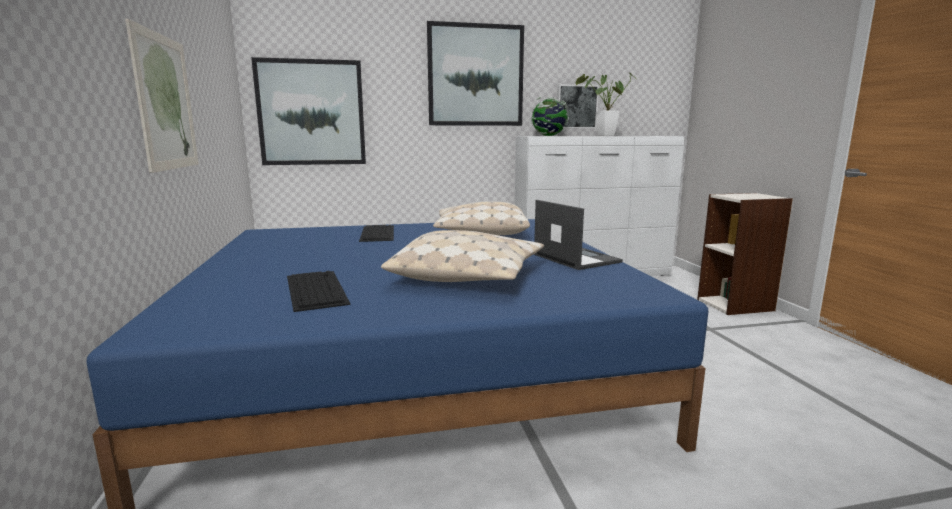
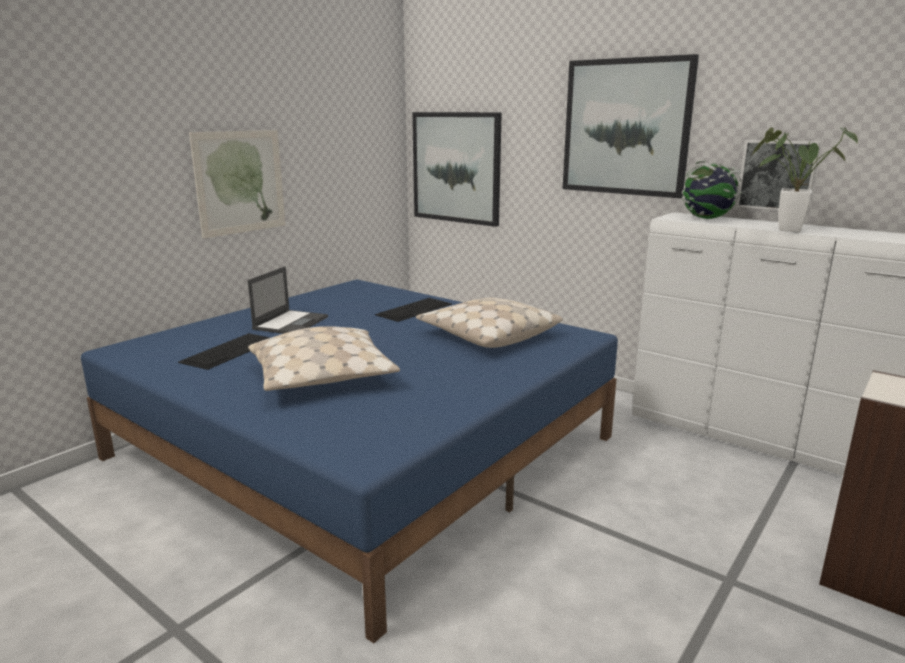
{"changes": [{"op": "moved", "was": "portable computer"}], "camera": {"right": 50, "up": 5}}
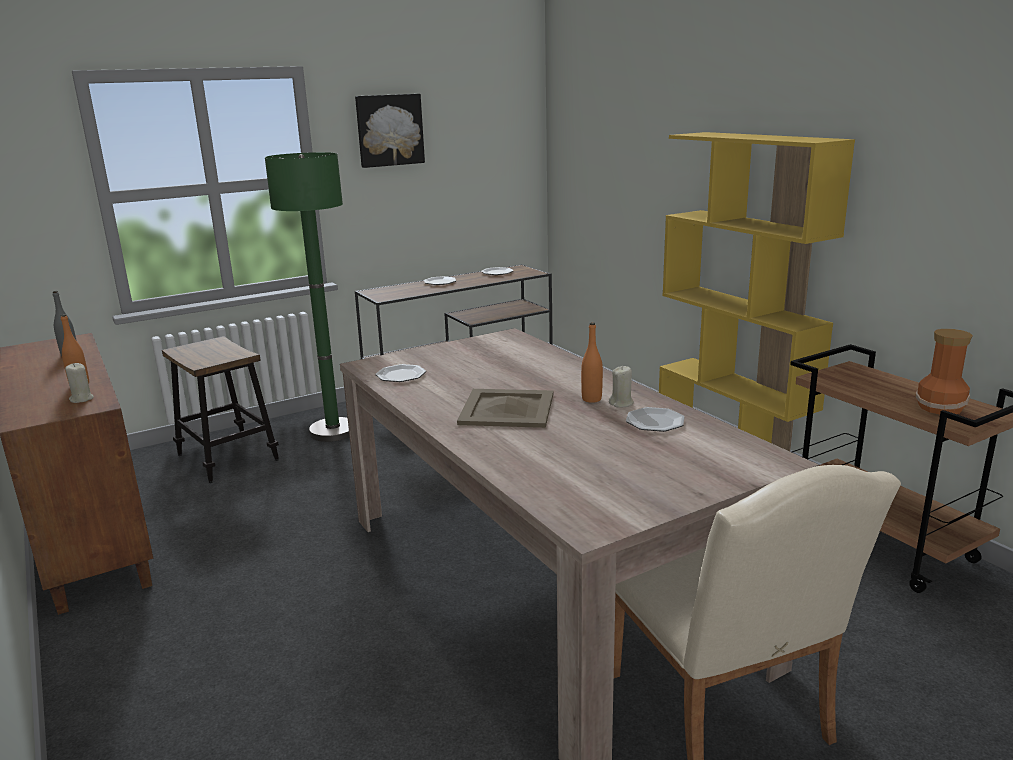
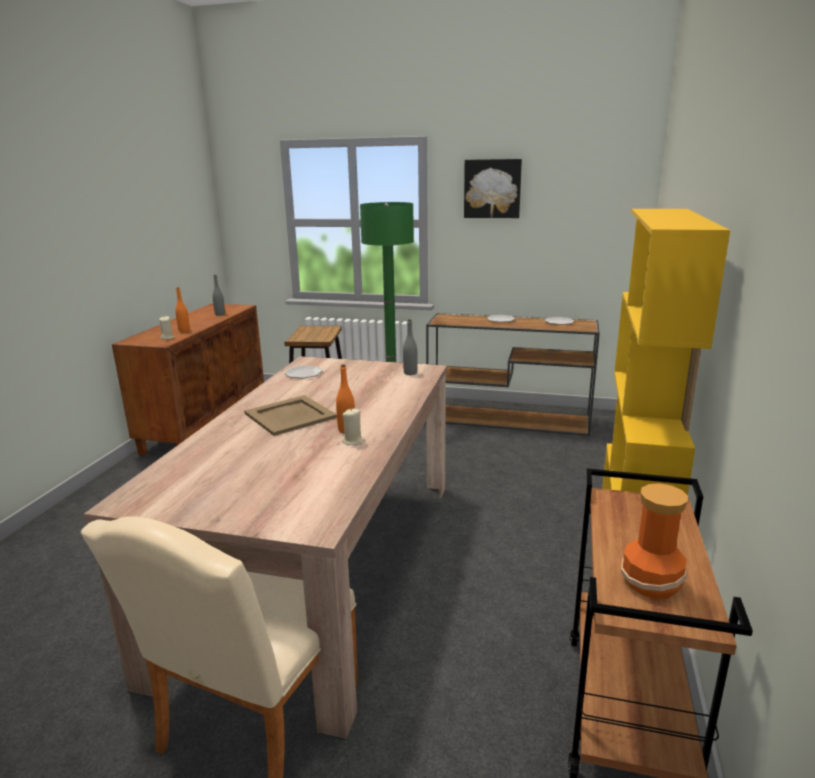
{"changes": [{"op": "removed", "was": "flat dish (4th from left)"}, {"op": "added", "now": "beverage bottle/greyish (2nd from left)"}], "camera": {"right": 45, "up": 0}}
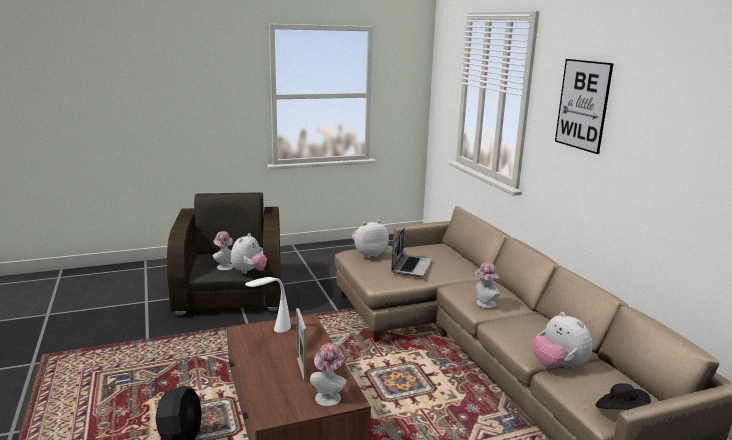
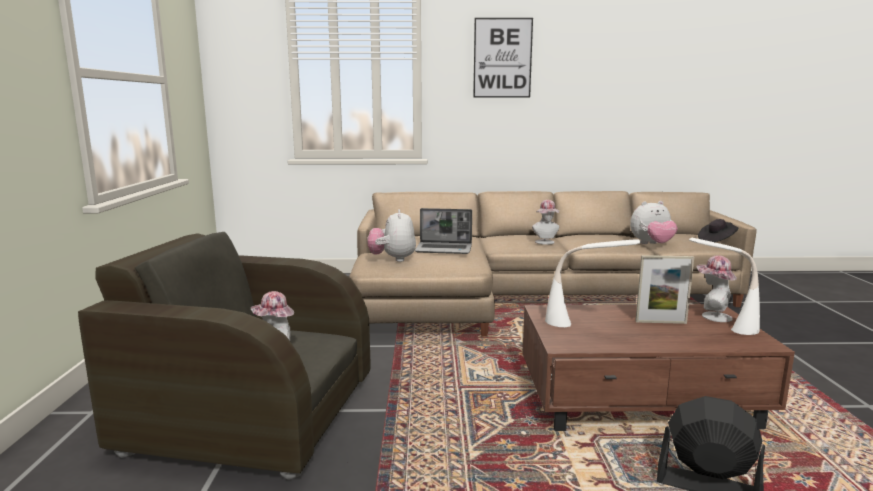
{"changes": [{"op": "turned", "was": "portable computer", "clockwise": 150}, {"op": "removed", "was": "plush toy (1st from left)"}, {"op": "added", "now": "table lamp/whitish (2nd from left)"}], "camera": {"right": -70, "up": -5}}
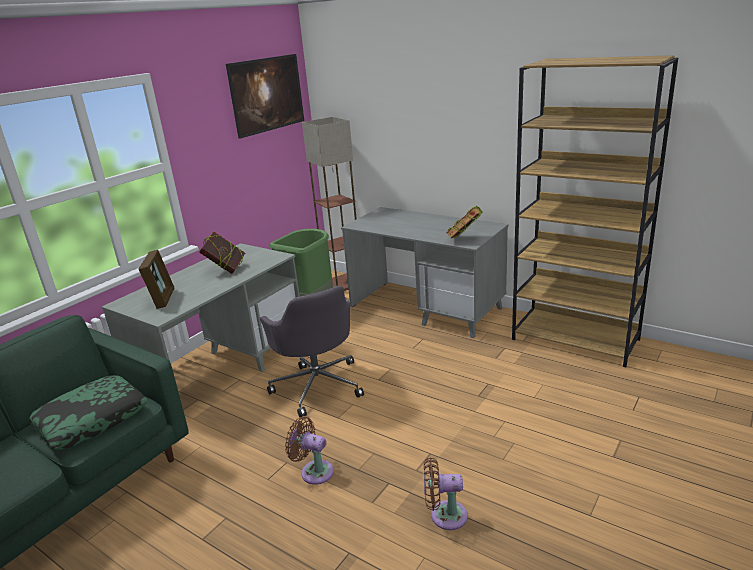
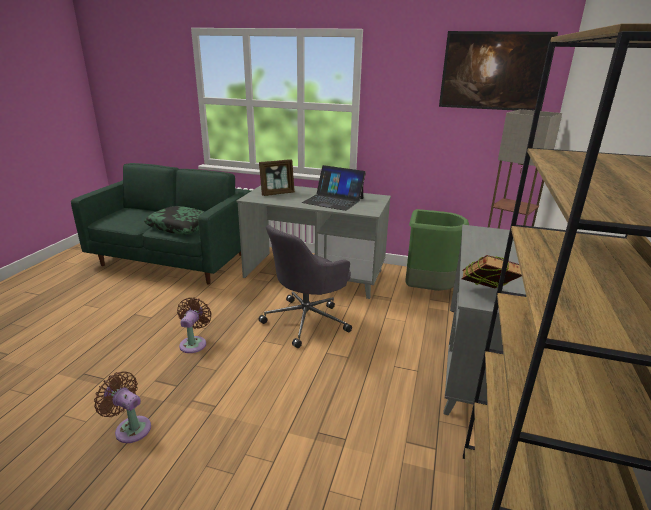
{"changes": [{"op": "replaced", "was": "volume (1st from left)", "now": "portable computer"}, {"op": "turned", "was": "cooling fan/brownish (2nd from left in the first image)", "clockwise": -45}], "camera": {"right": 70, "up": 0}}
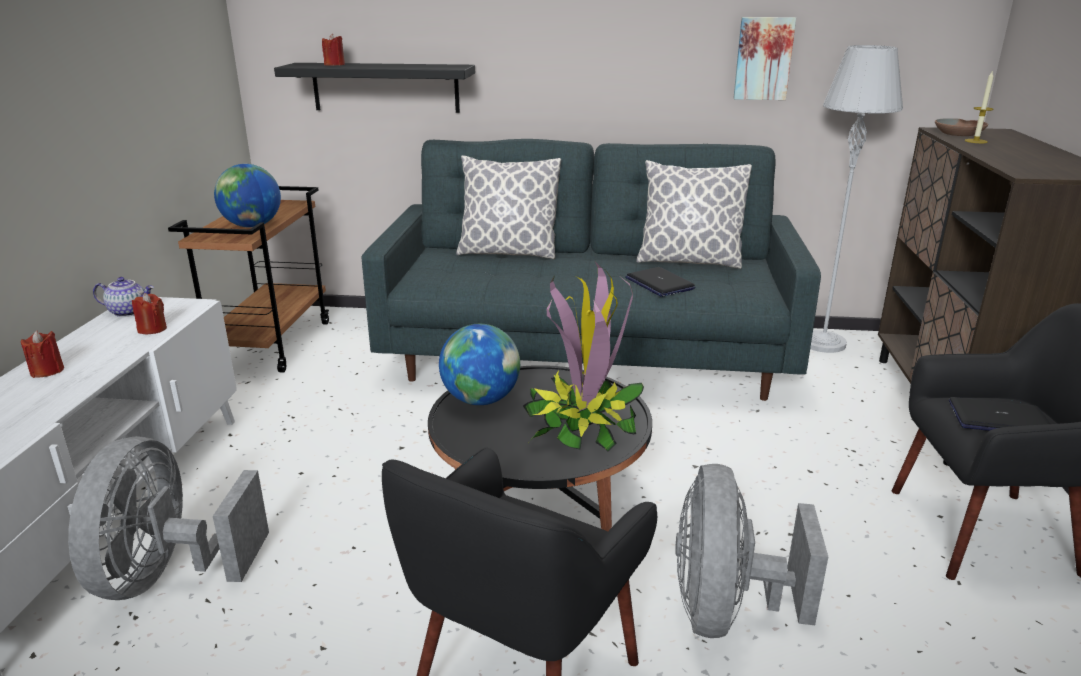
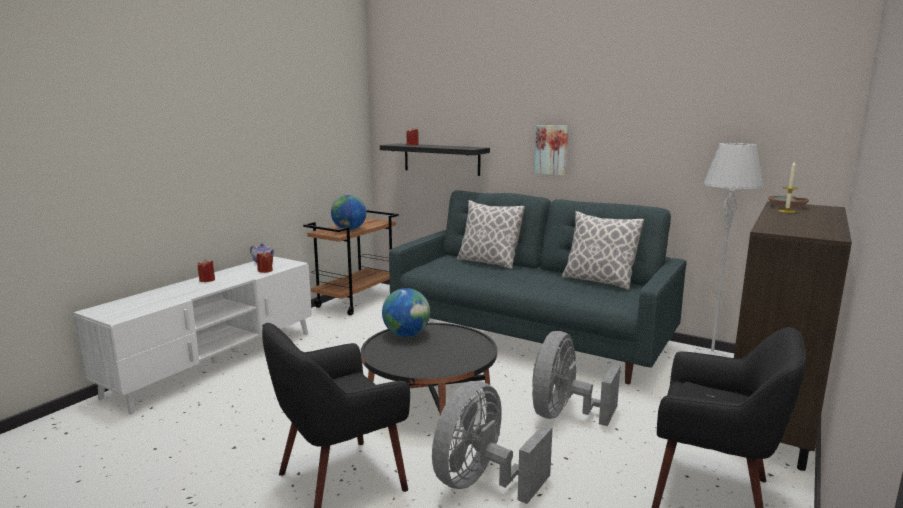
{"changes": [{"op": "moved", "was": "wall picture"}, {"op": "removed", "was": "plant in a pot"}, {"op": "removed", "was": "portable computer (1st from left)"}, {"op": "moved", "was": "cooling fan/greyish (1st from left in the first image)", "now": "cooling fan/greyish (2nd from left)"}], "camera": {"right": 25, "up": -10}}
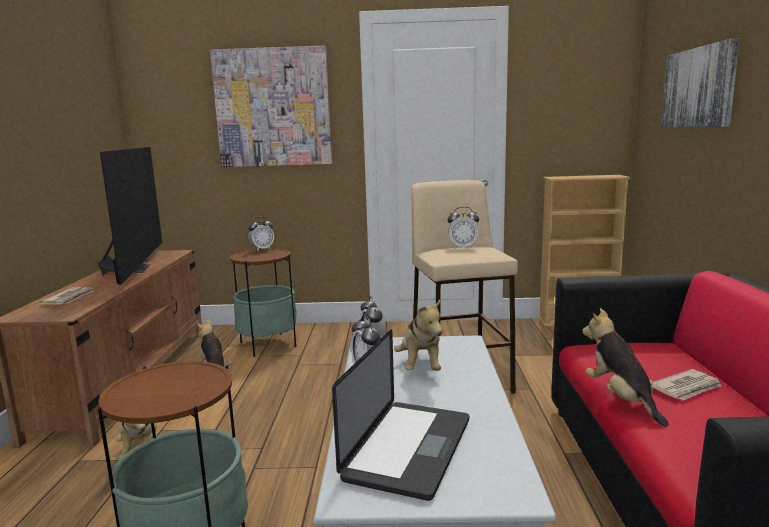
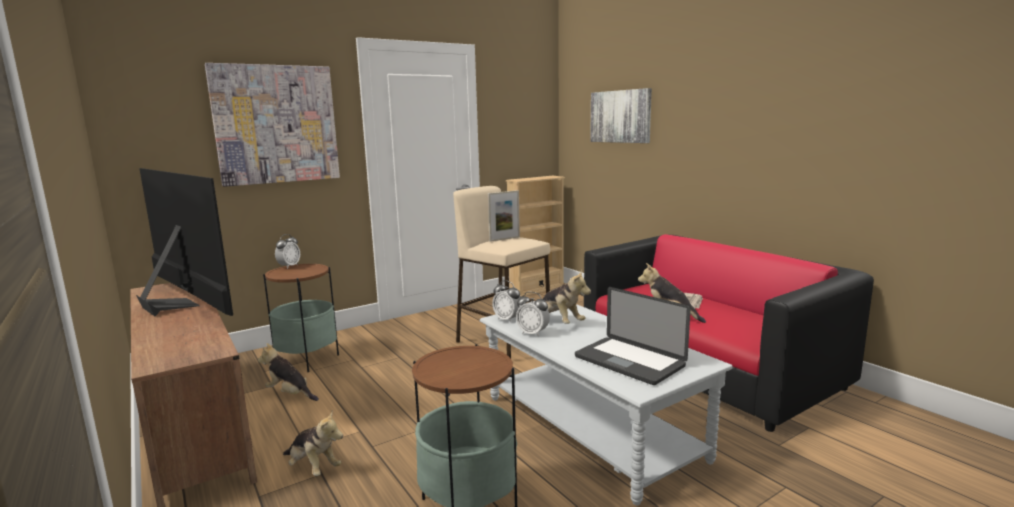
{"changes": [{"op": "replaced", "was": "table clock (4th from left)", "now": "picture frame"}, {"op": "removed", "was": "printed paper (1st from left)"}, {"op": "turned", "was": "portable computer", "clockwise": 150}], "camera": {"right": -35, "up": 0}}
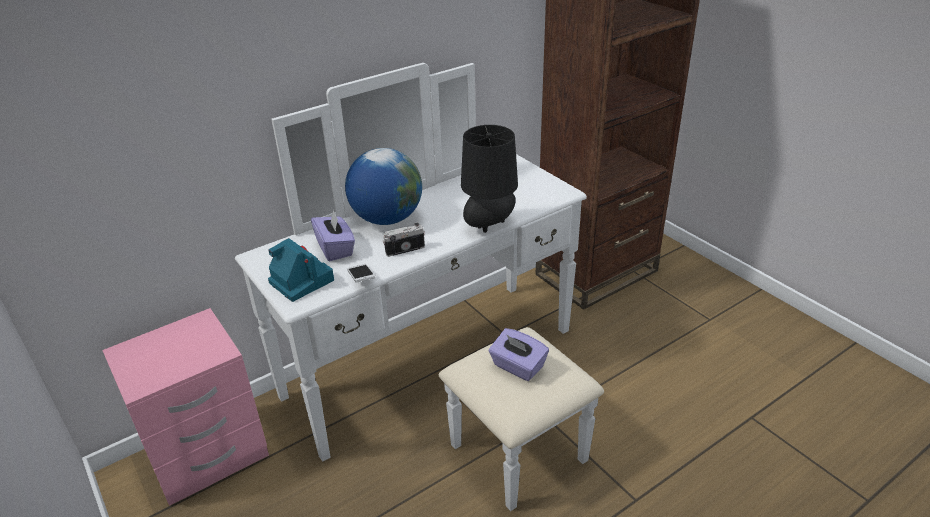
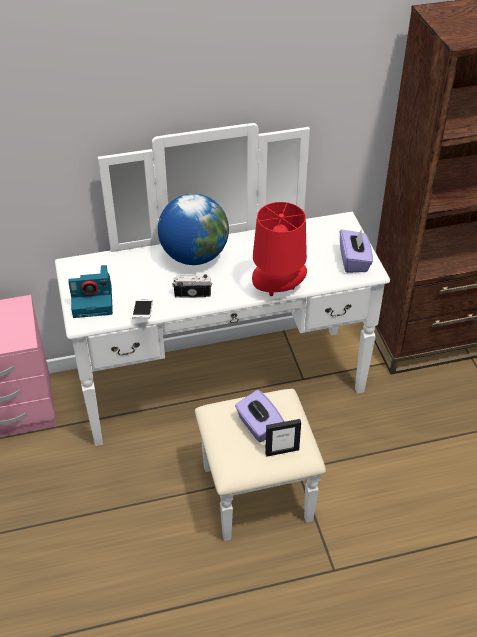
{"changes": [{"op": "recoloured", "was": "table lamp/blackish", "now": "table lamp/red"}, {"op": "moved", "was": "tissue box/purplish (1st from left in the first image)", "now": "tissue box/purplish (2nd from left)"}, {"op": "turned", "was": "photo camera (1st from left)", "clockwise": 105}, {"op": "added", "now": "picture frame"}], "camera": {"right": 20, "up": 10}}
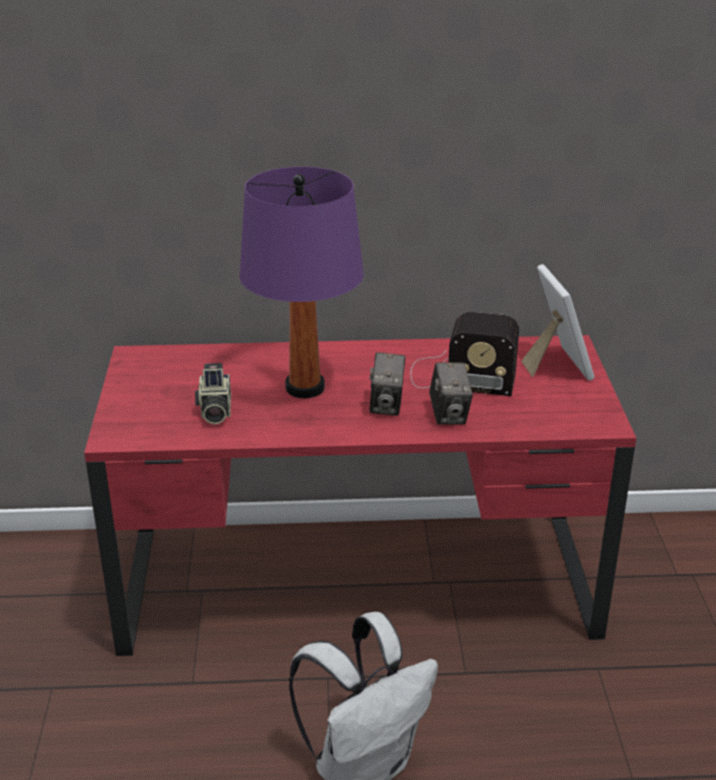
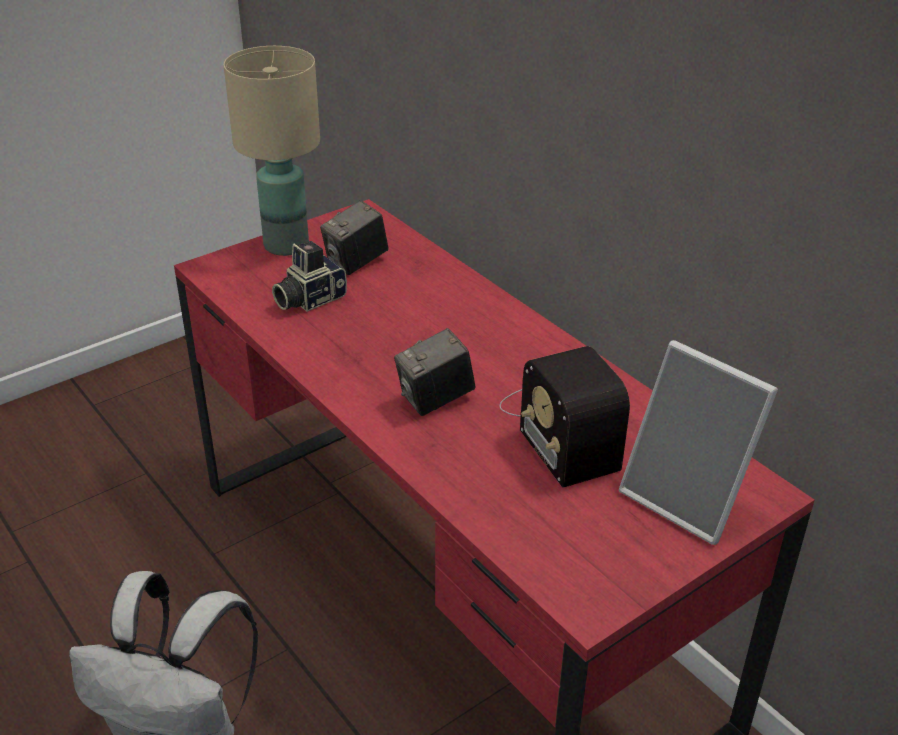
{"changes": [{"op": "removed", "was": "table lamp/purplish"}, {"op": "turned", "was": "picture frame", "clockwise": 90}, {"op": "moved", "was": "photo camera (3rd from left in the first image)", "now": "photo camera (2nd from left)"}, {"op": "added", "now": "table lamp/beige-coloured"}], "camera": {"right": 55, "up": 5}}
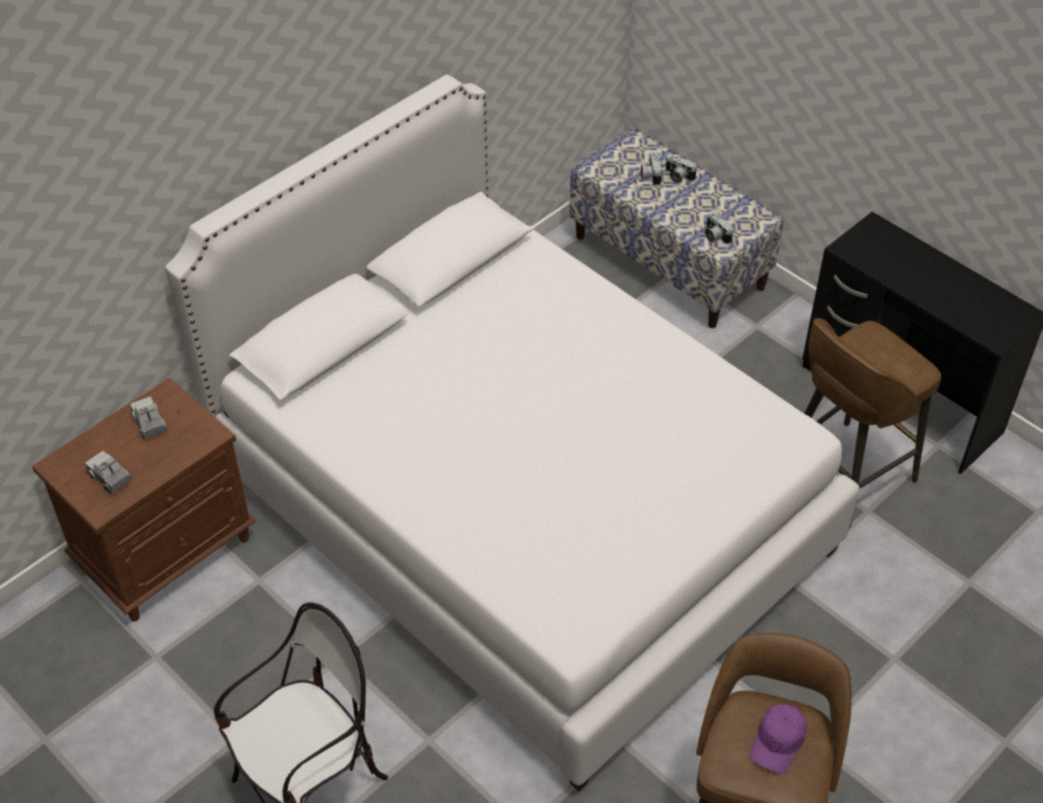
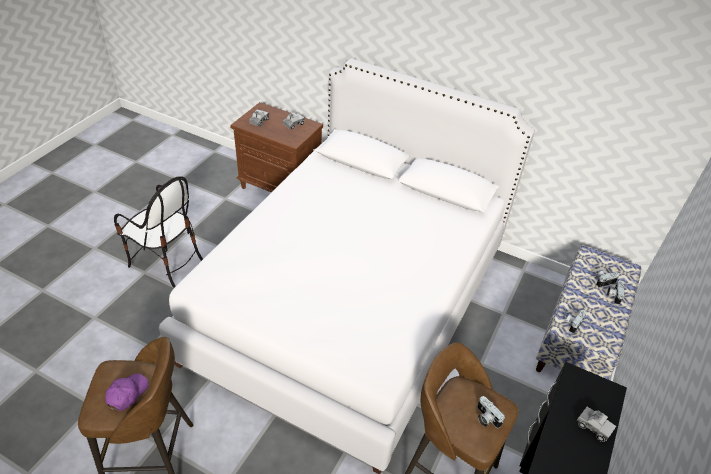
{"changes": [{"op": "turned", "was": "baseball cap/purplish", "clockwise": 105}, {"op": "added", "now": "photo camera (1st from left)"}, {"op": "added", "now": "toy lorry (3rd from left)"}], "camera": {"right": 70, "up": -5}}
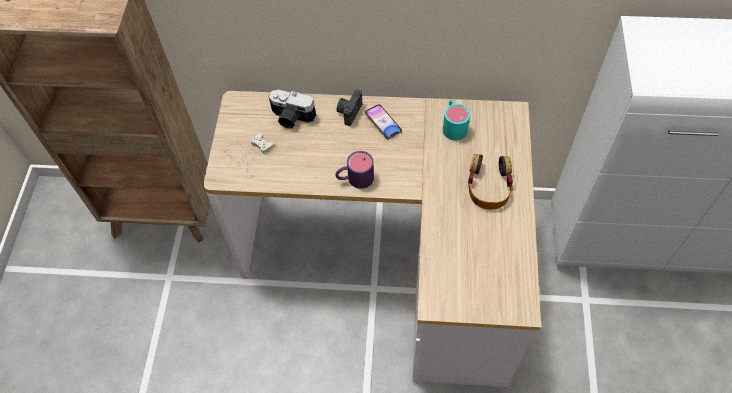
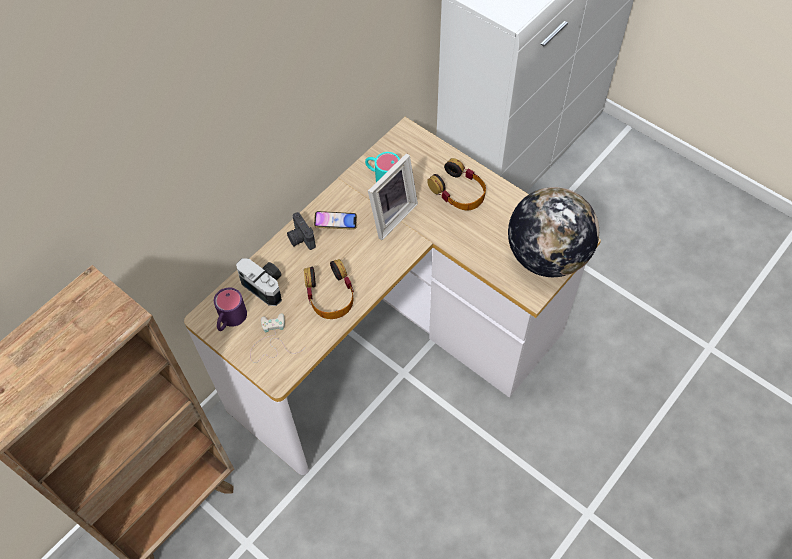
{"changes": [{"op": "turned", "was": "photo camera (1st from left)", "clockwise": -105}, {"op": "moved", "was": "mug/purplish"}, {"op": "added", "now": "picture frame"}, {"op": "added", "now": "desk globe"}, {"op": "added", "now": "headset (1st from left)"}], "camera": {"right": -55, "up": 0}}
